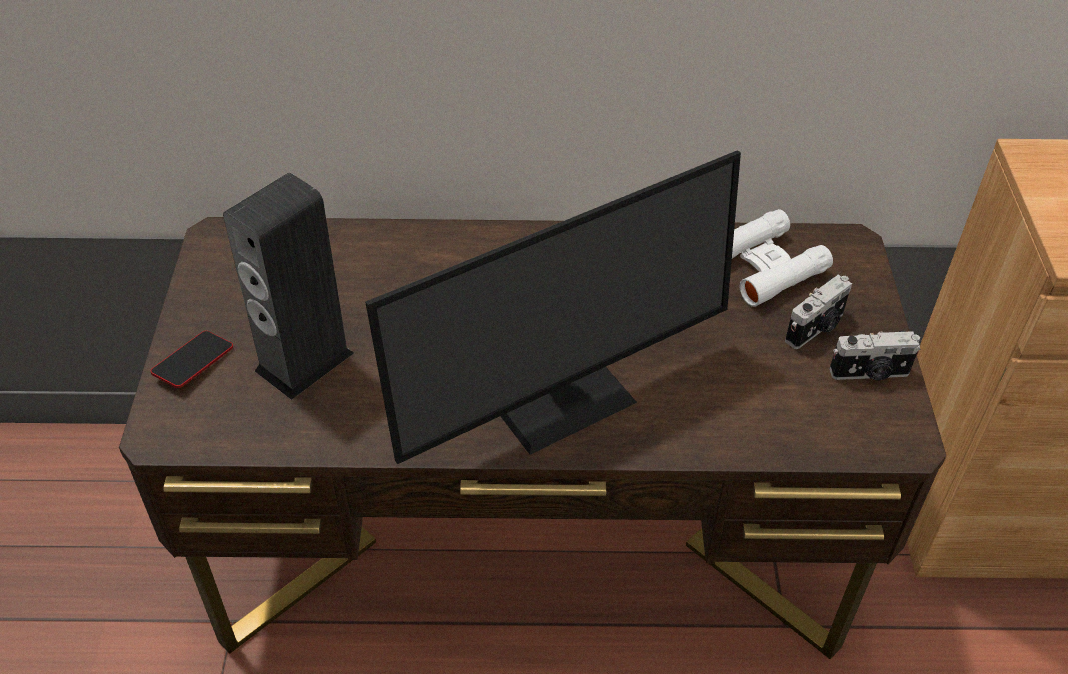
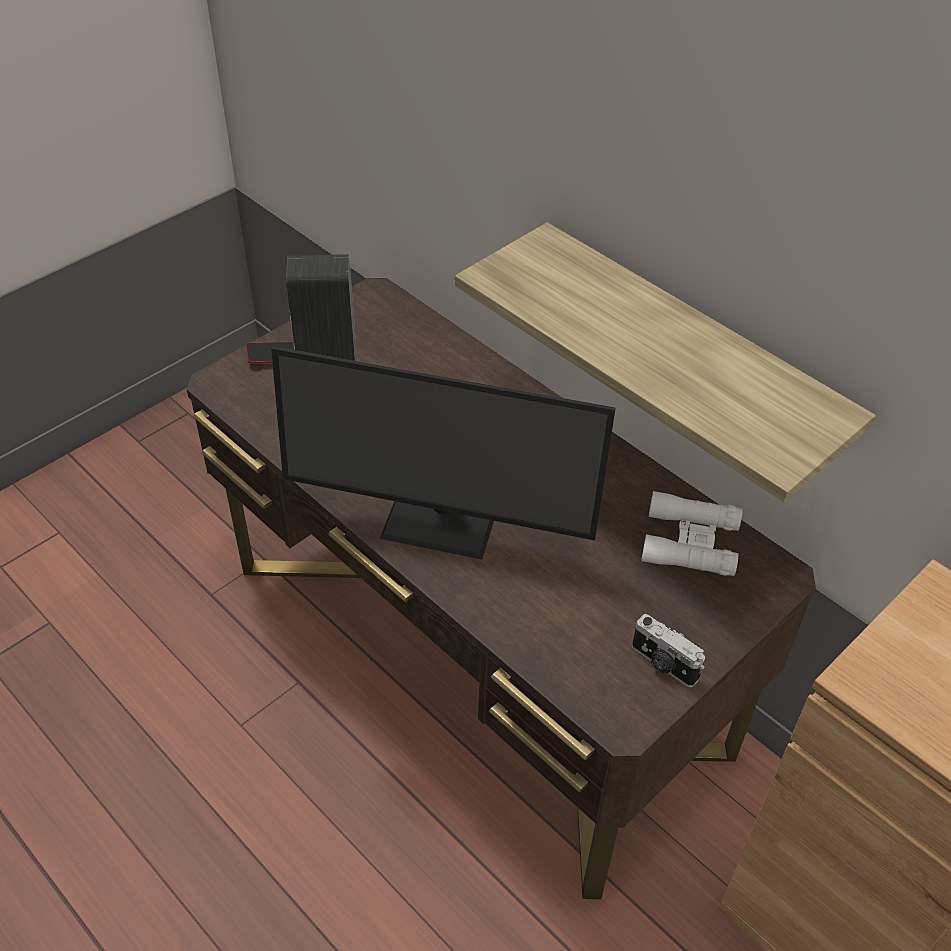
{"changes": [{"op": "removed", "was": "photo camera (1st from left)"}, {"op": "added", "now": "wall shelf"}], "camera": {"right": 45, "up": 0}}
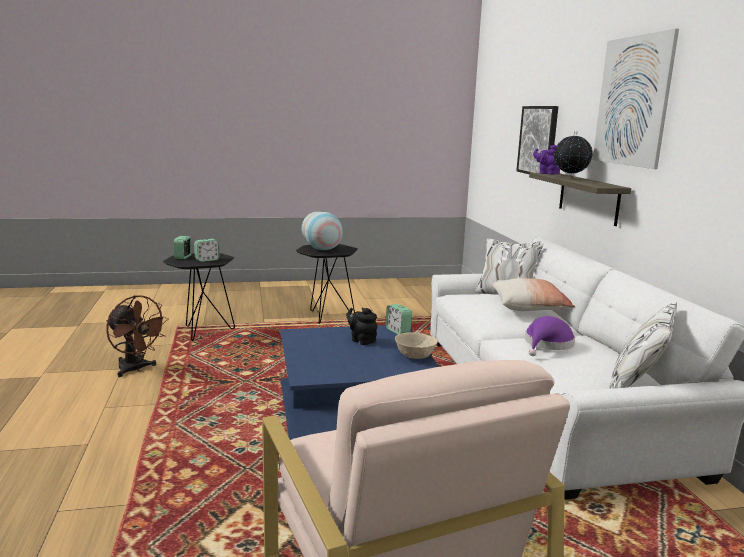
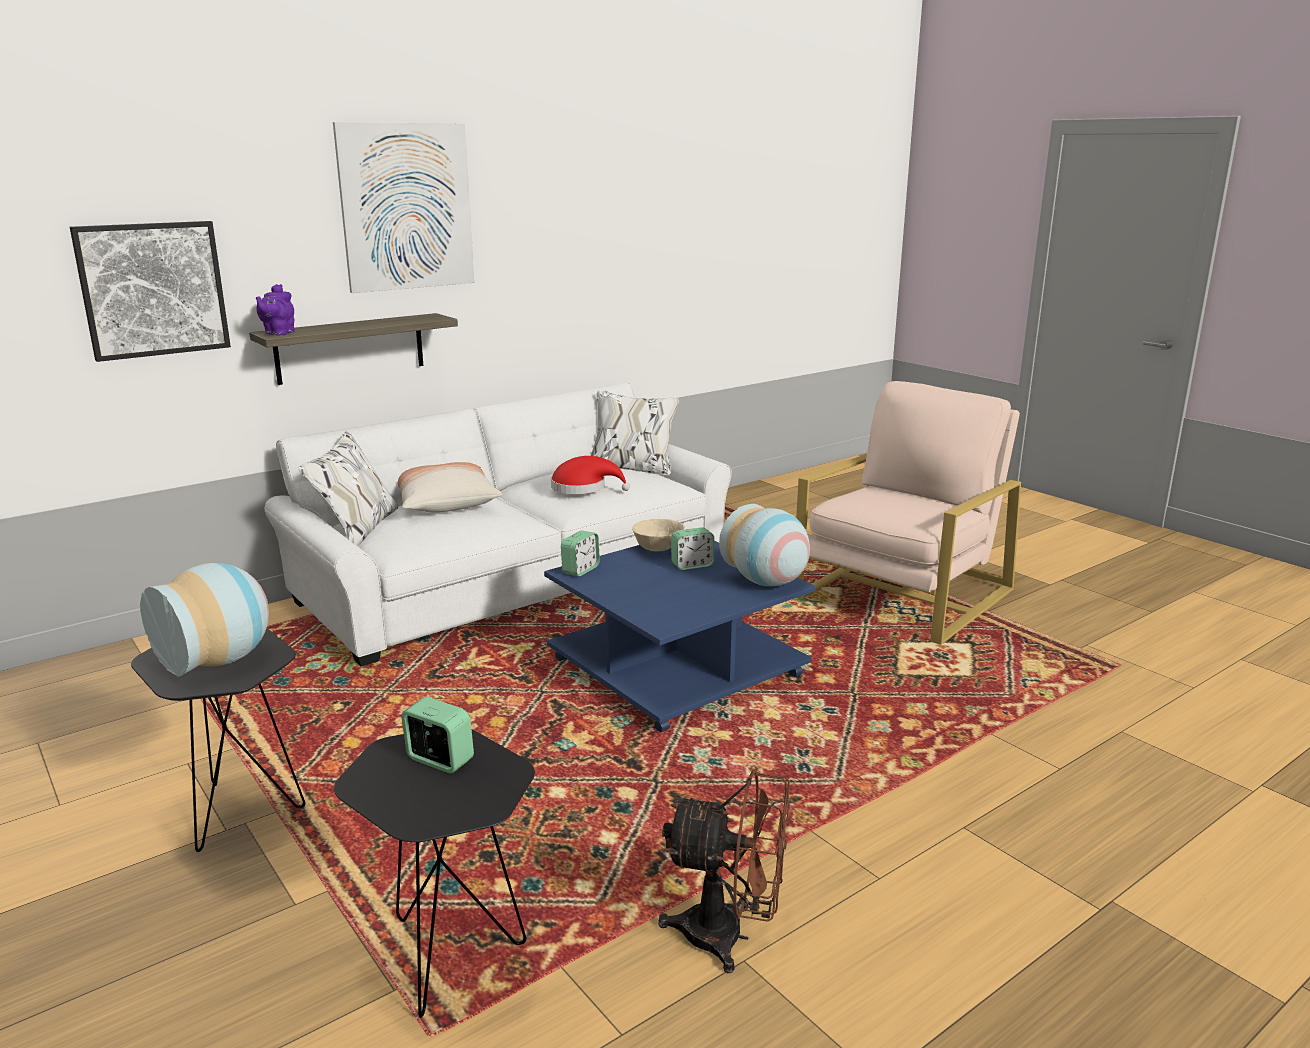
{"changes": [{"op": "removed", "was": "desk globe"}, {"op": "moved", "was": "table clock (1st from left in the first image)", "now": "table clock (3rd from left)"}, {"op": "turned", "was": "cooling fan/brownish", "clockwise": 90}, {"op": "removed", "was": "pot for tea/blackish"}, {"op": "recoloured", "was": "clothing hat/purplish", "now": "clothing hat/red"}, {"op": "added", "now": "decorative vase (2nd from left)"}], "camera": {"right": -115, "up": 5}}
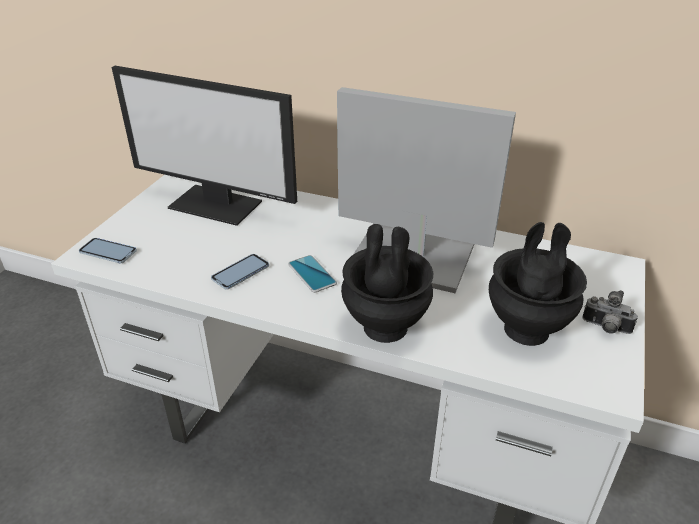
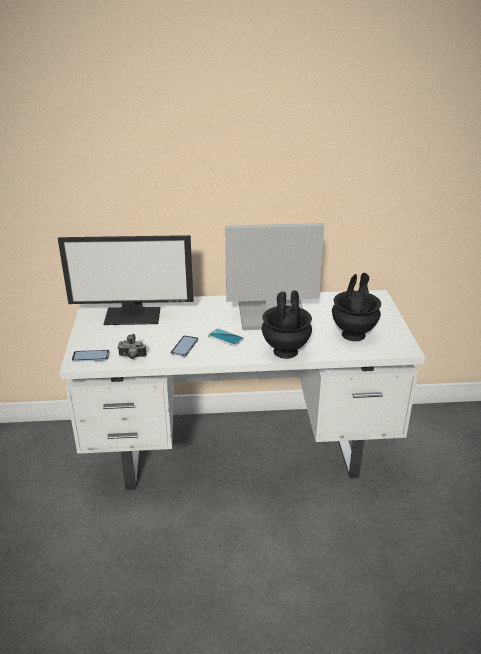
{"changes": [{"op": "moved", "was": "photo camera"}], "camera": {"right": -25, "up": -5}}
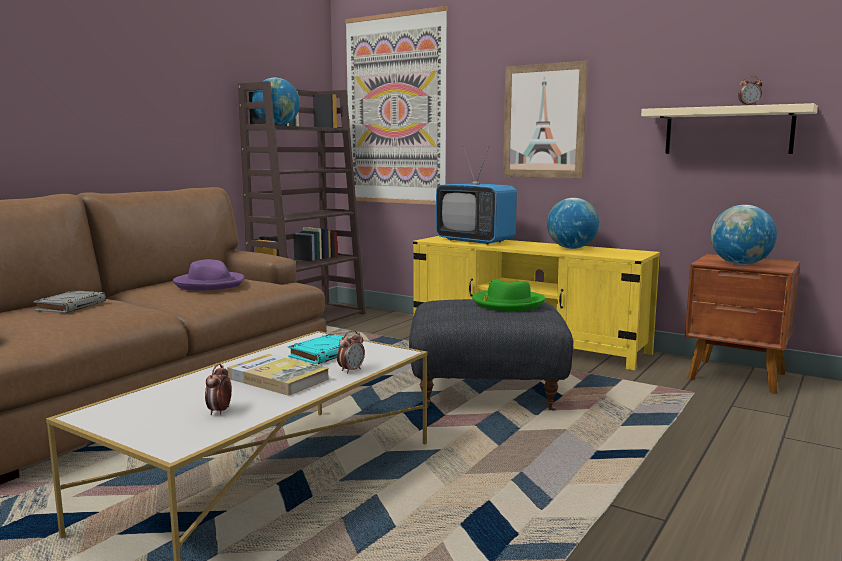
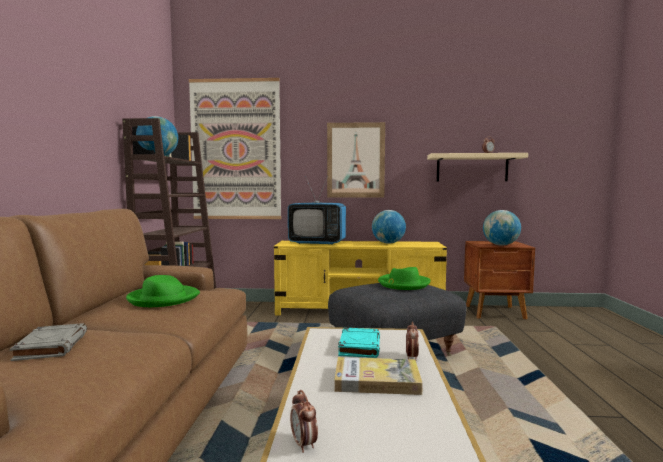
{"changes": [{"op": "recoloured", "was": "clothing hat/purplish", "now": "clothing hat/green-coloured (1st from left)"}, {"op": "moved", "was": "table clock (1st from left)"}], "camera": {"right": -30, "up": -5}}
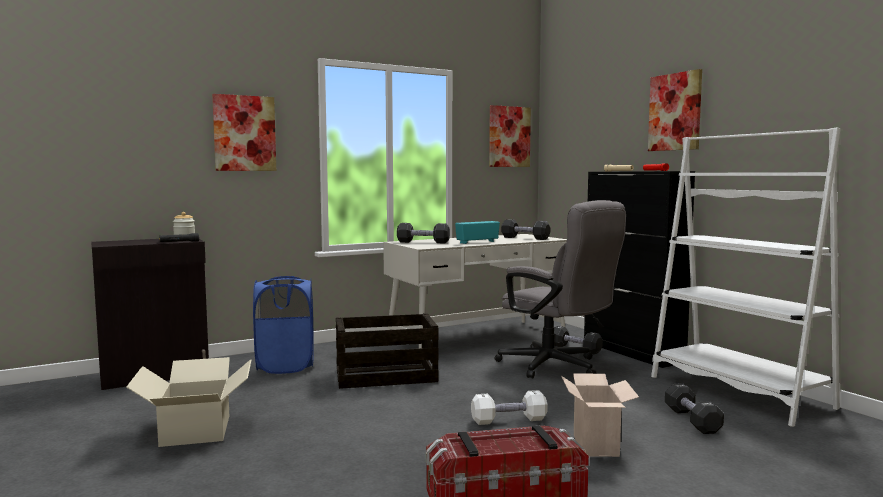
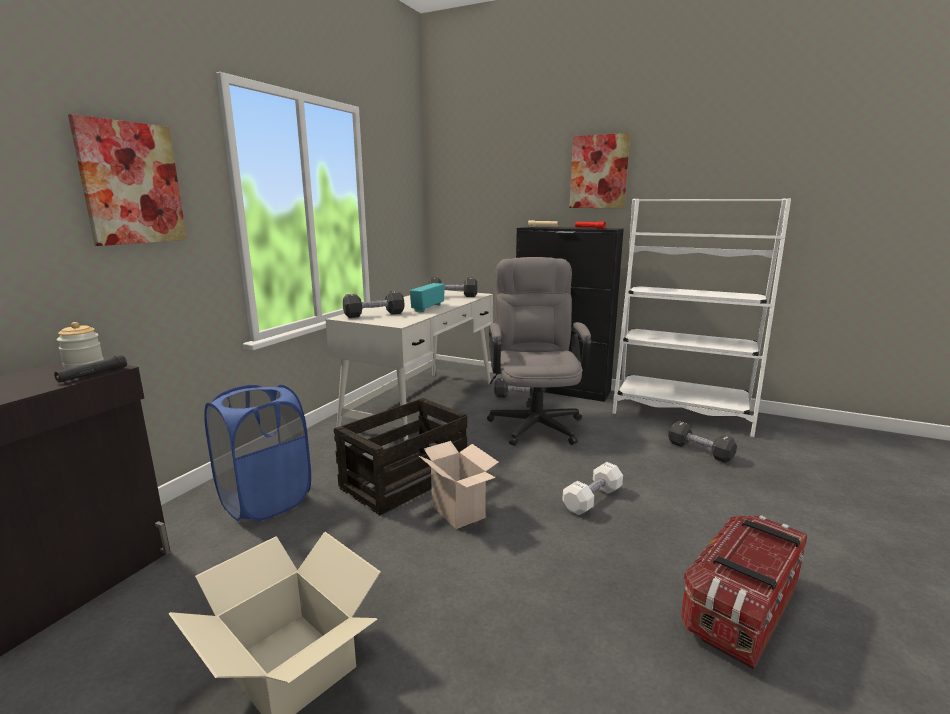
{"changes": [{"op": "removed", "was": "wall picture (2nd from left)"}, {"op": "turned", "was": "computer chair/greyish", "clockwise": -105}, {"op": "moved", "was": "packing box (2nd from left)"}], "camera": {"right": -35, "up": 10}}
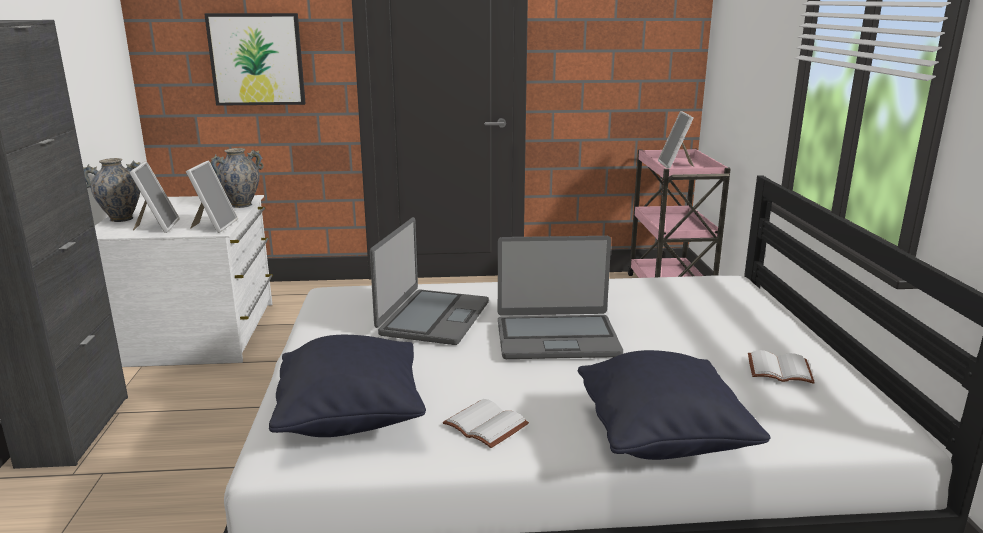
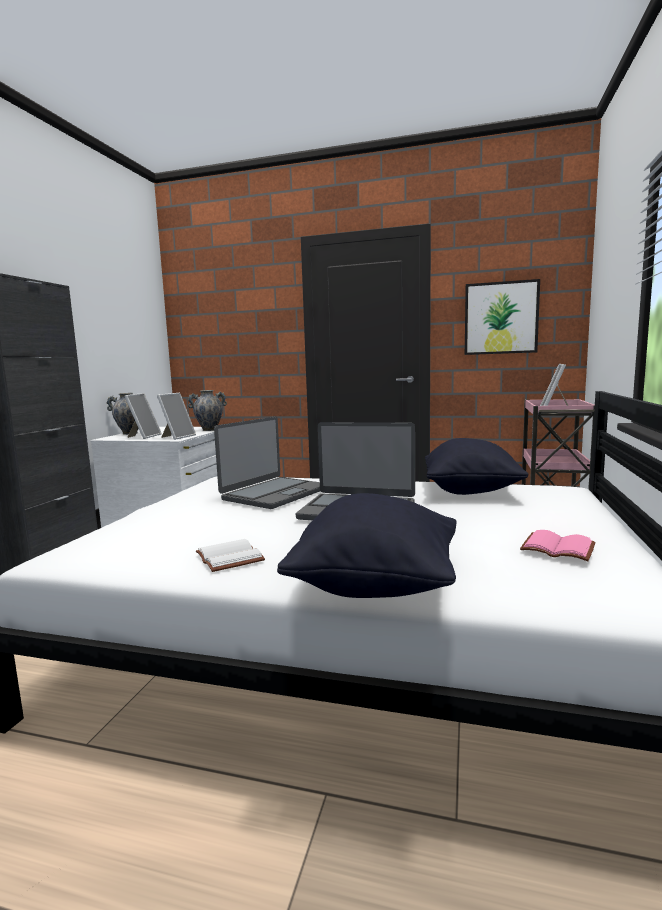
{"changes": [{"op": "moved", "was": "wall picture"}, {"op": "moved", "was": "throw pillow/blackish (1st from left in the first image)", "now": "throw pillow/blackish (2nd from left)"}, {"op": "recoloured", "was": "volume/whitish (2nd from left)", "now": "volume/pink-coloured"}], "camera": {"right": 20, "up": -10}}
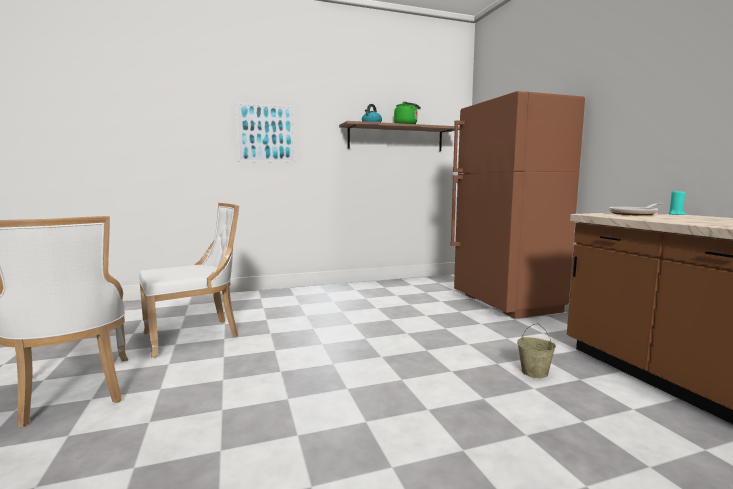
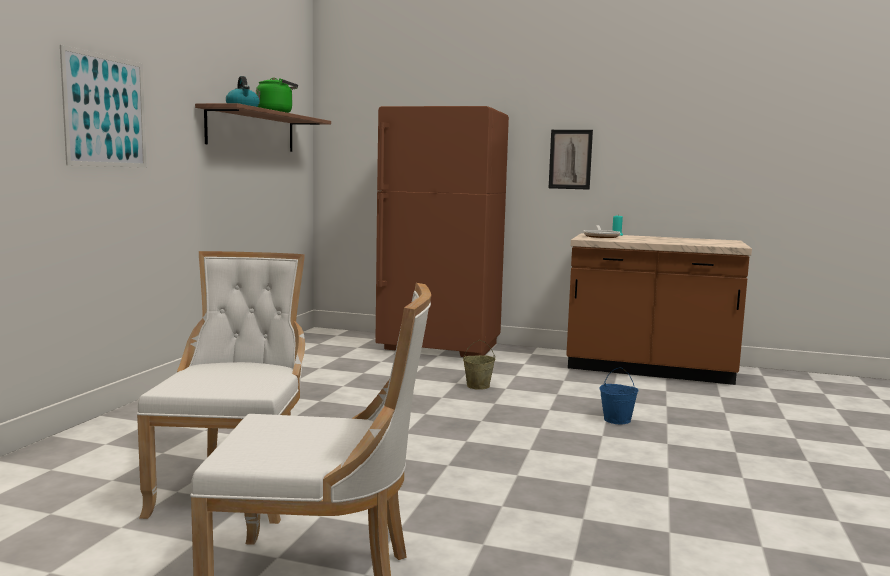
{"changes": [{"op": "moved", "was": "water bucket/beige-coloured"}, {"op": "added", "now": "wall picture (2nd from left)"}, {"op": "added", "now": "water bucket/blue"}], "camera": {"right": -55, "up": 0}}
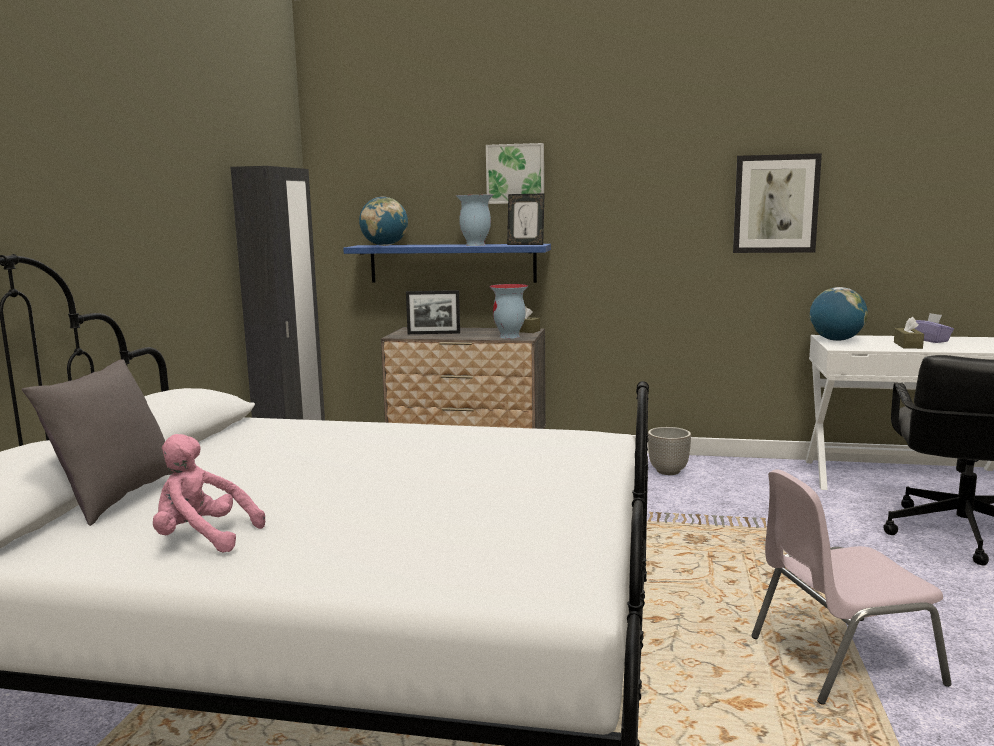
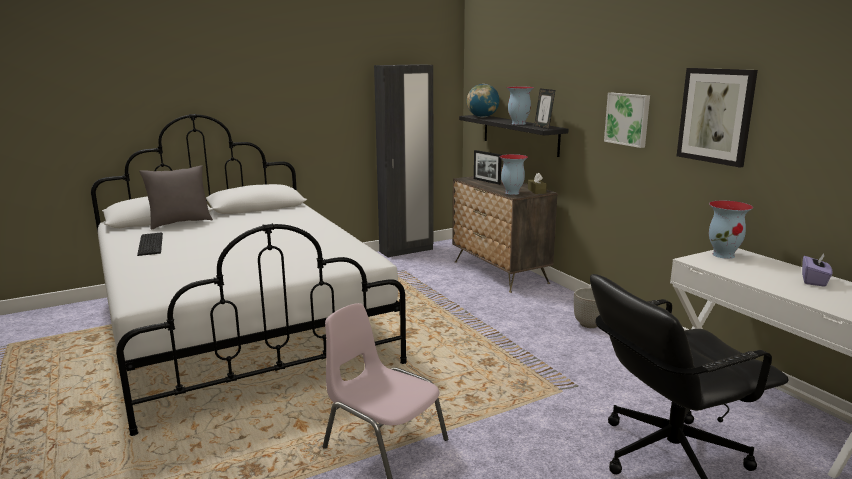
{"changes": [{"op": "moved", "was": "wall picture (1st from left)"}, {"op": "recoloured", "was": "wall shelf/blue", "now": "wall shelf/blackish"}, {"op": "replaced", "was": "desk globe (2nd from left)", "now": "decorative vase (3rd from left)"}, {"op": "removed", "was": "tissue box/brownish (2nd from left)"}, {"op": "replaced", "was": "plush toy/pink-coloured", "now": "computer keyboard"}], "camera": {"right": 50, "up": 5}}
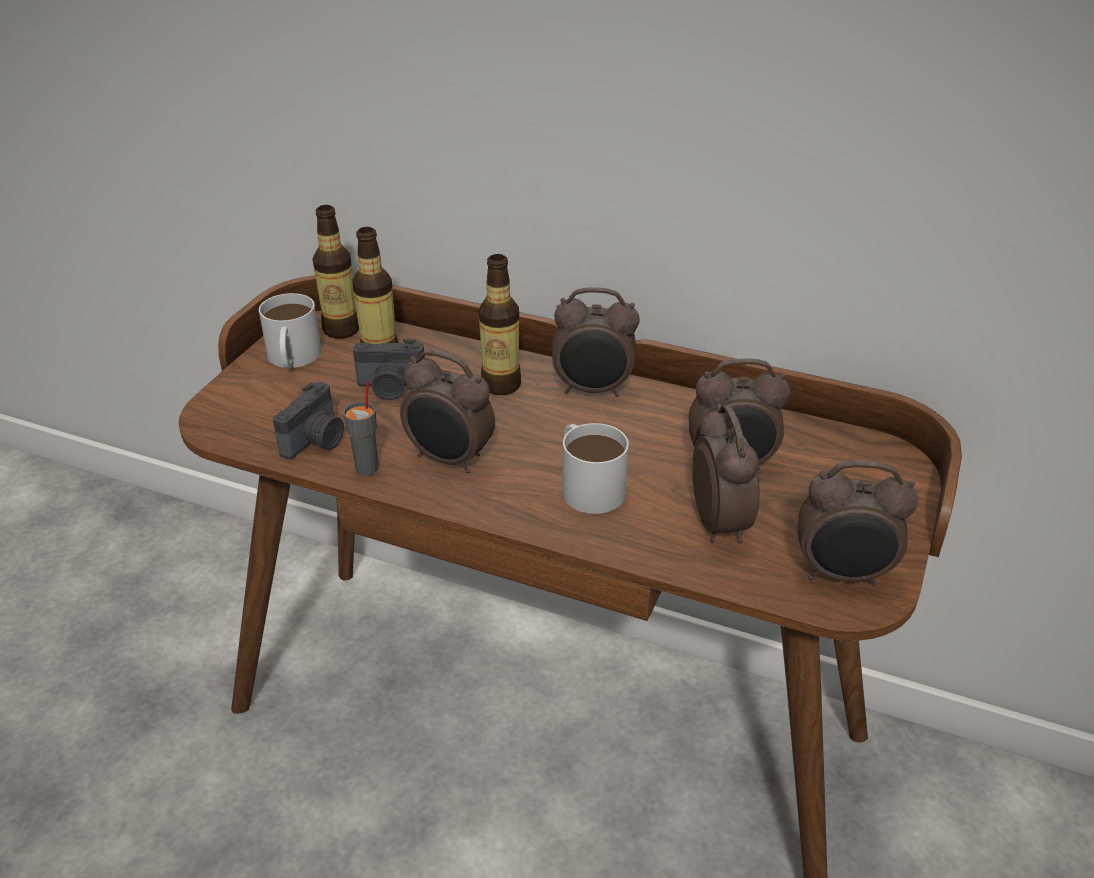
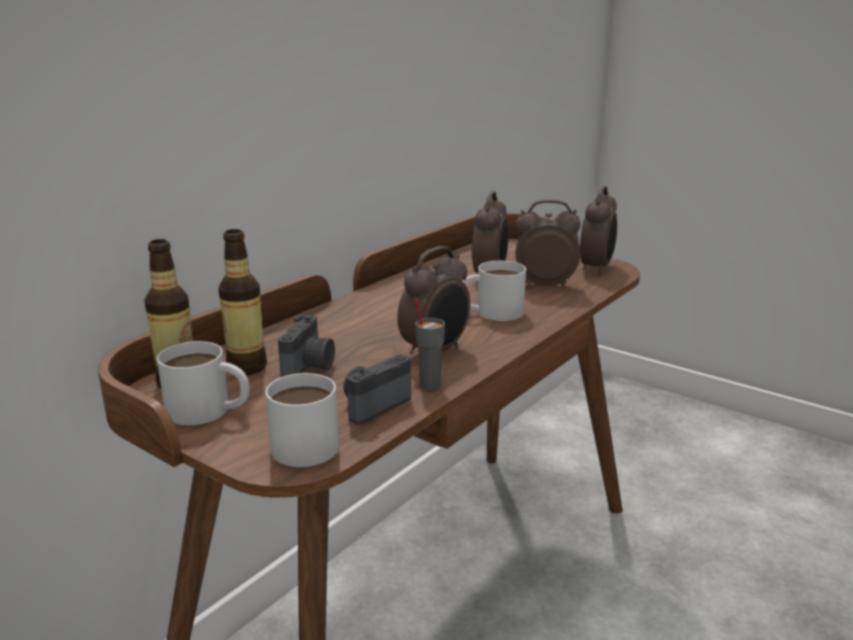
{"changes": [{"op": "removed", "was": "beverage bottle (3rd from left)"}, {"op": "removed", "was": "table clock (2nd from left)"}, {"op": "turned", "was": "photo camera (1st from left in the first image)", "clockwise": -90}, {"op": "added", "now": "mug/whitish (2nd from left)"}], "camera": {"right": -75, "up": -15}}
